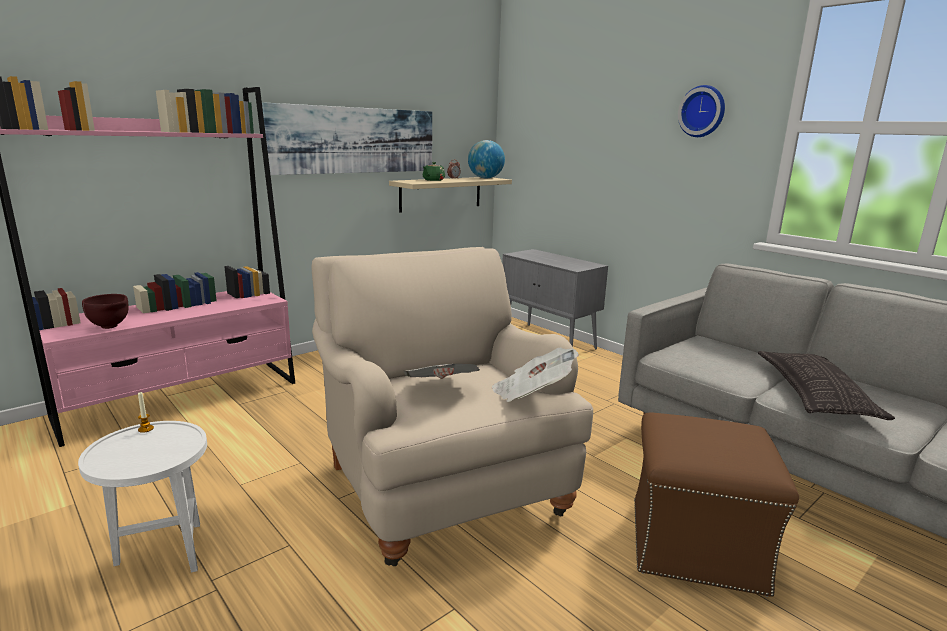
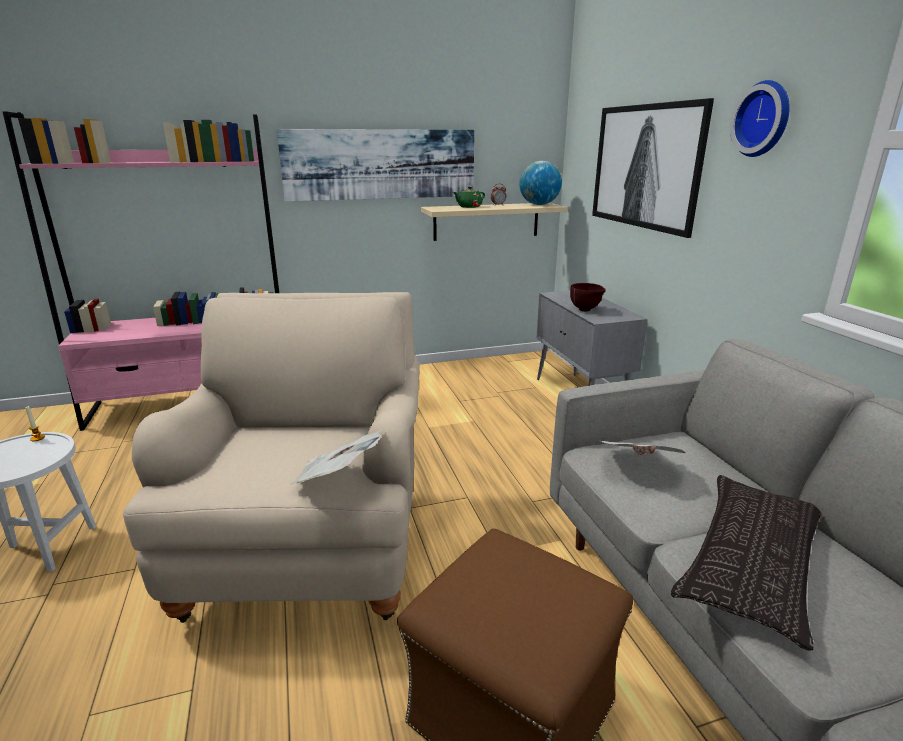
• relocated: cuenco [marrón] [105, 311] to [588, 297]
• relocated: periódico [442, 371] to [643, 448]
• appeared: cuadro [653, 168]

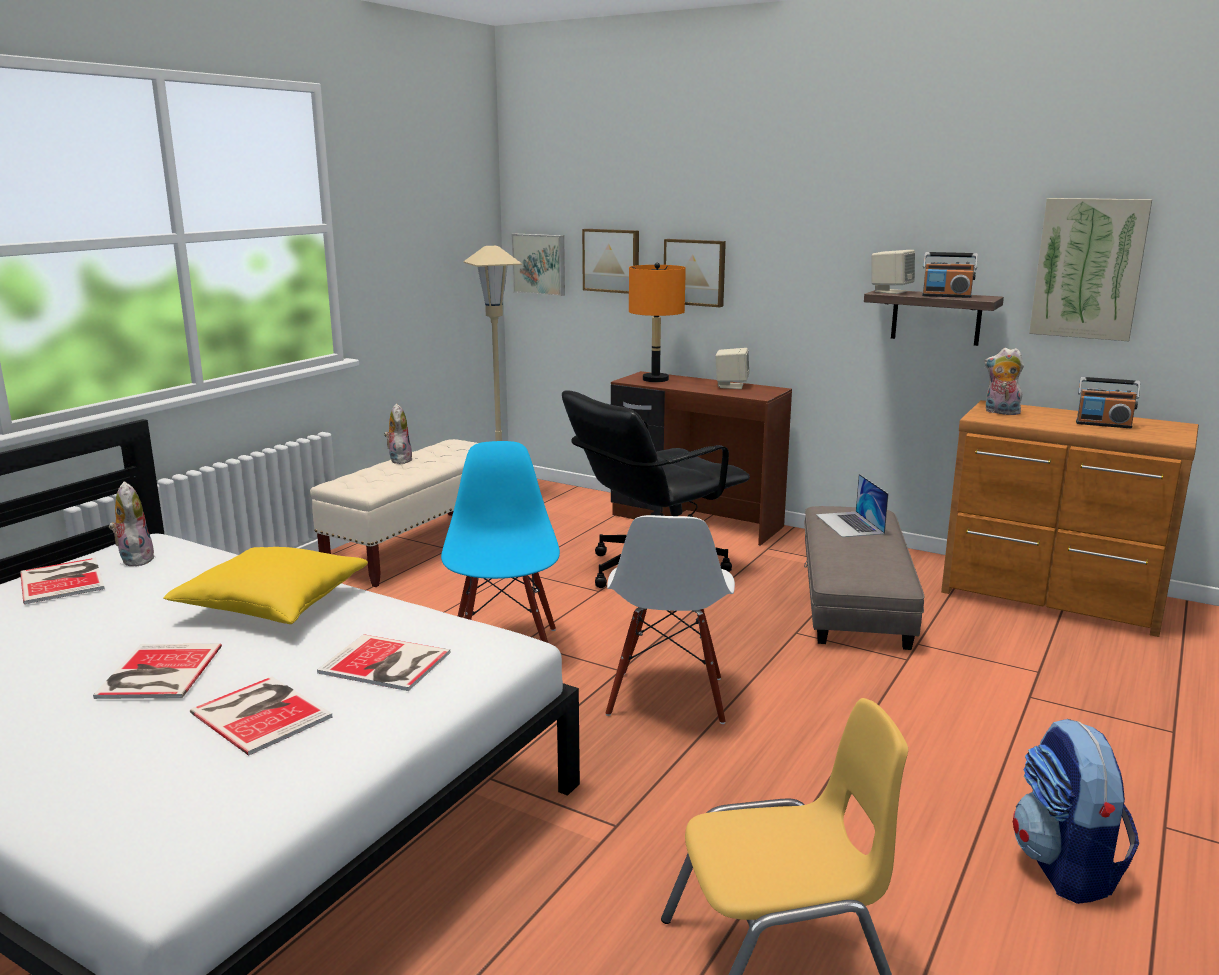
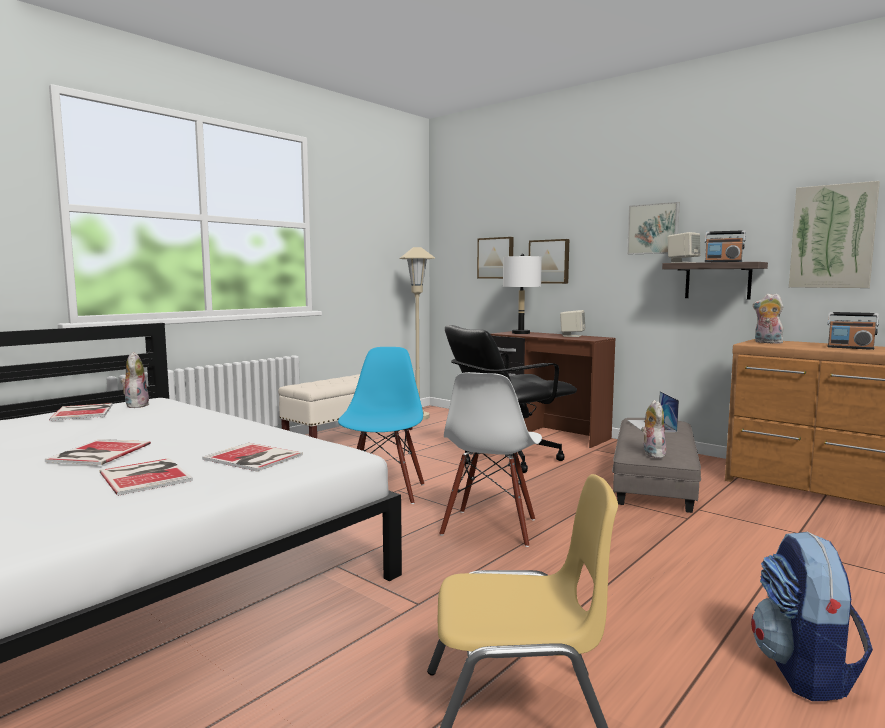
• relocated: cuadro [538, 265] to [653, 228]
• colour: lámpara de mesa [naranja] [657, 322] to lámpara de mesa [blanco] [522, 294]
• relocated: peluche [398, 433] to [654, 429]
• missing: cojín [amarillo] [265, 585]

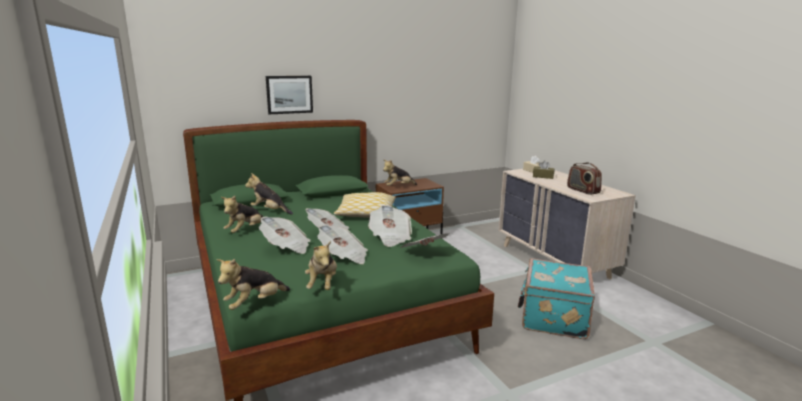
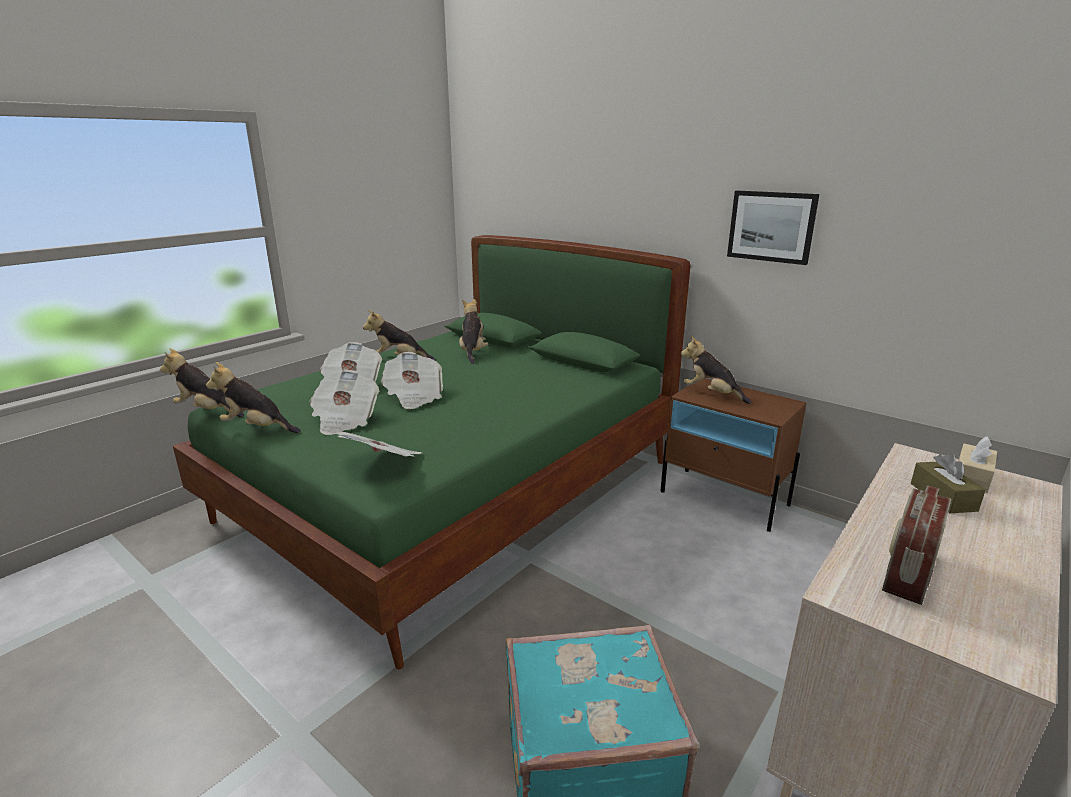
• relocated: cuadro [289, 95] to [773, 228]
• missing: cojín [365, 205]
• missing: periódico [390, 226]
• spun: peluche [321, 265] = [253, 397] 45 degrees clockwise

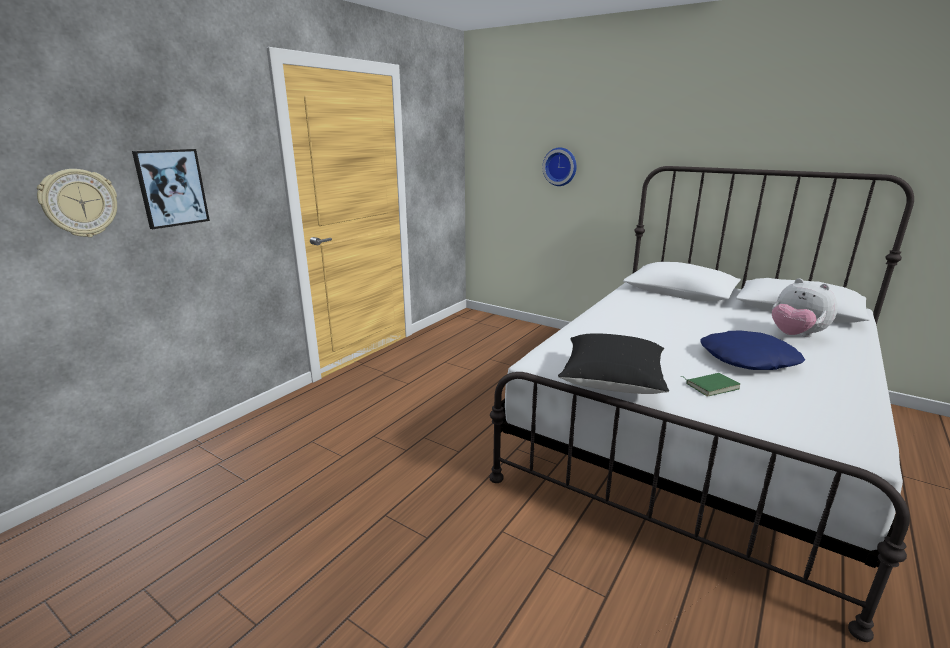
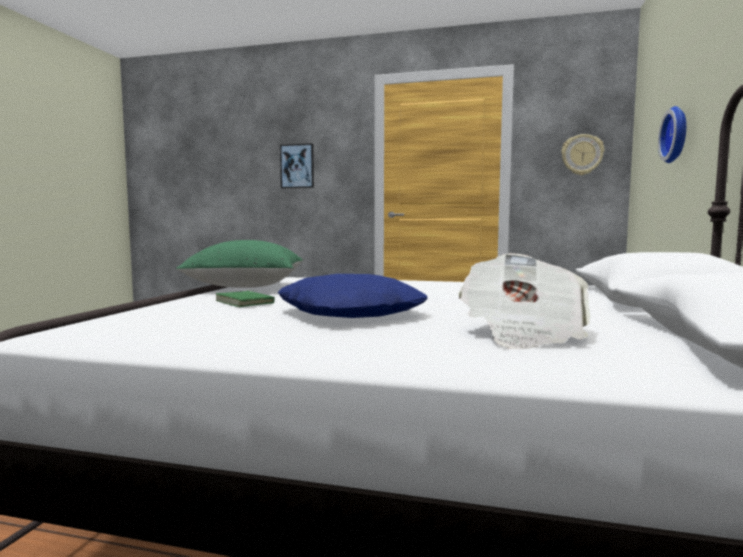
• relocated: reloj de pared [77, 203] to [582, 154]
• exchanged: peluche [805, 307] to periódico [524, 301]
• colour: cojín [negro] [613, 363] to cojín [verde] [239, 264]

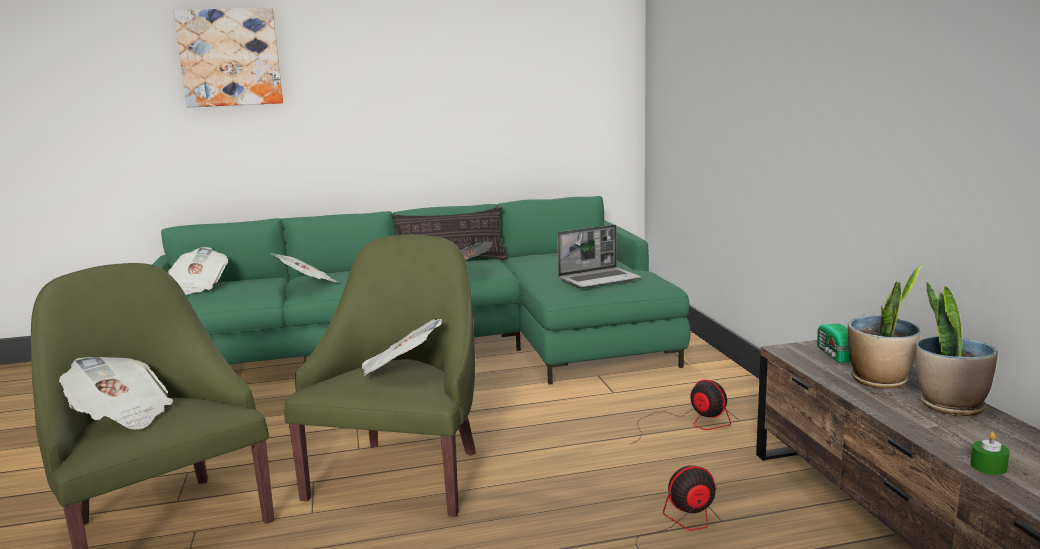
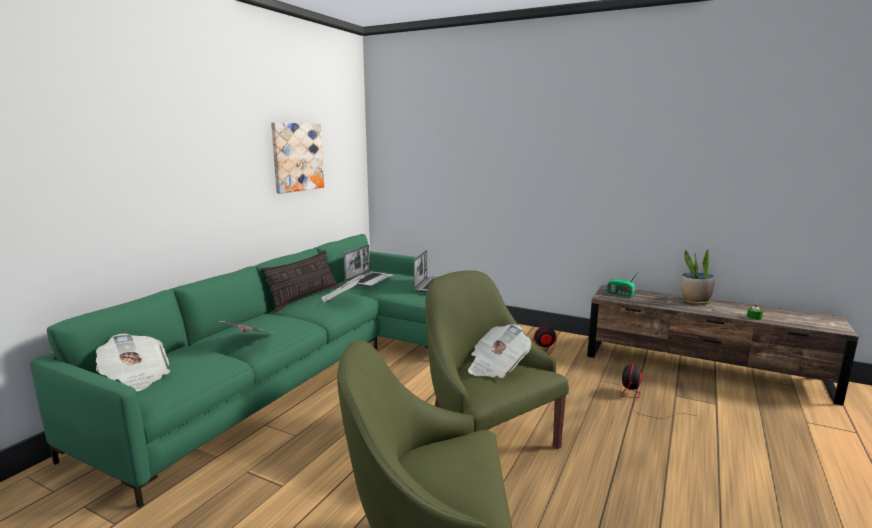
• relocated: cuadro [228, 57] to [297, 158]
• missing: planta en maceta [885, 327]
• missing: periódico [116, 393]
• appeared: portátil [369, 266]

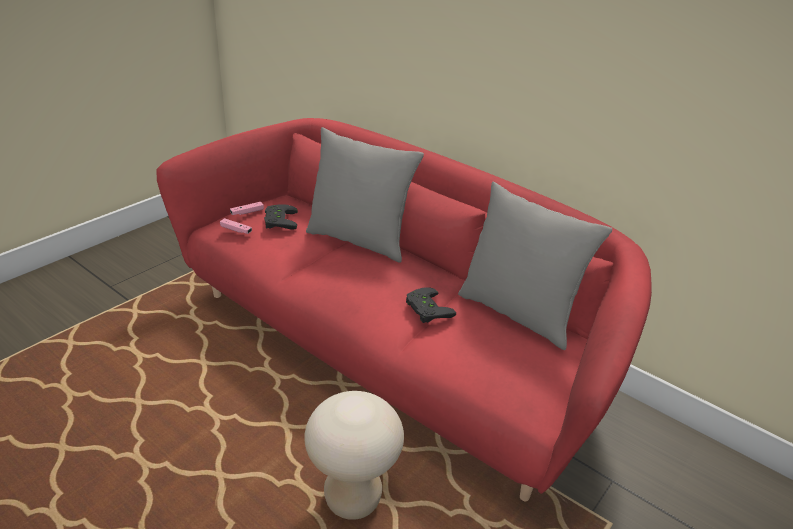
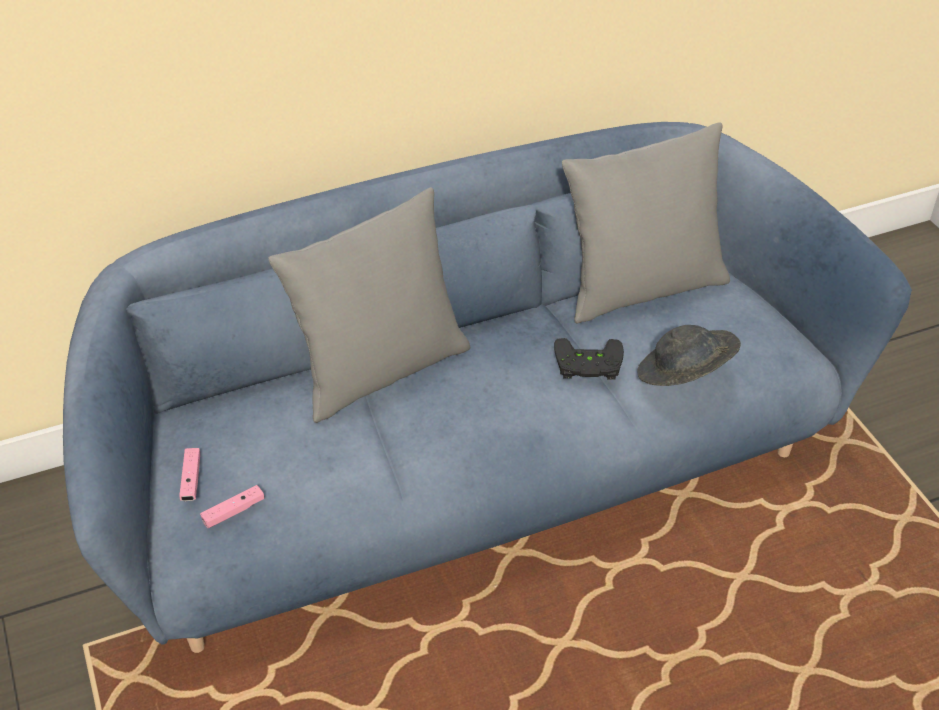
• colour: sofá [rojo] [404, 309] to sofá [azul] [487, 387]
• missing: mando de consola [negro] [281, 217]
• missing: taburete [beis] [354, 455]
• appeared: sombrero [gris] [689, 355]

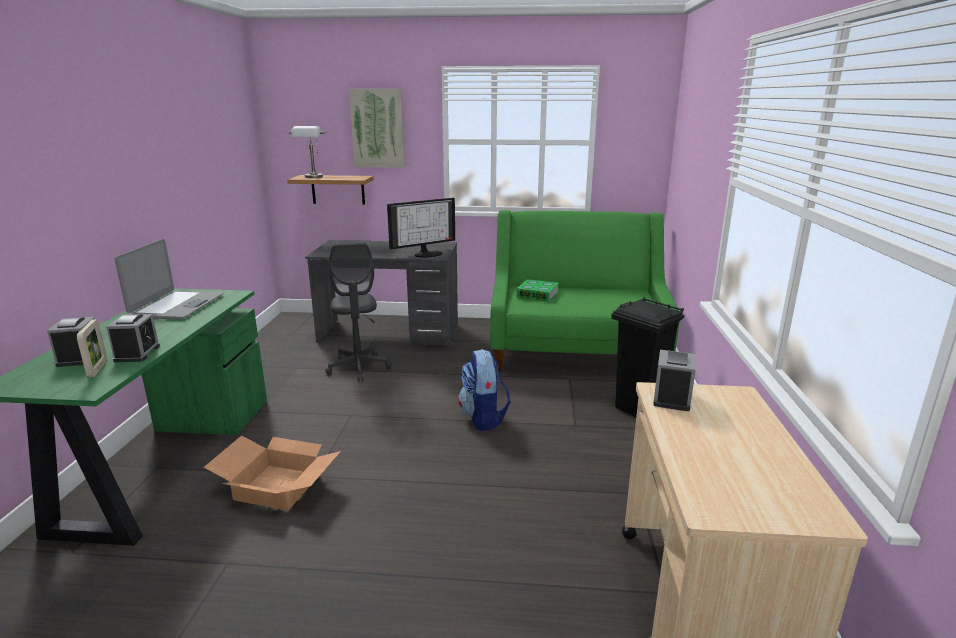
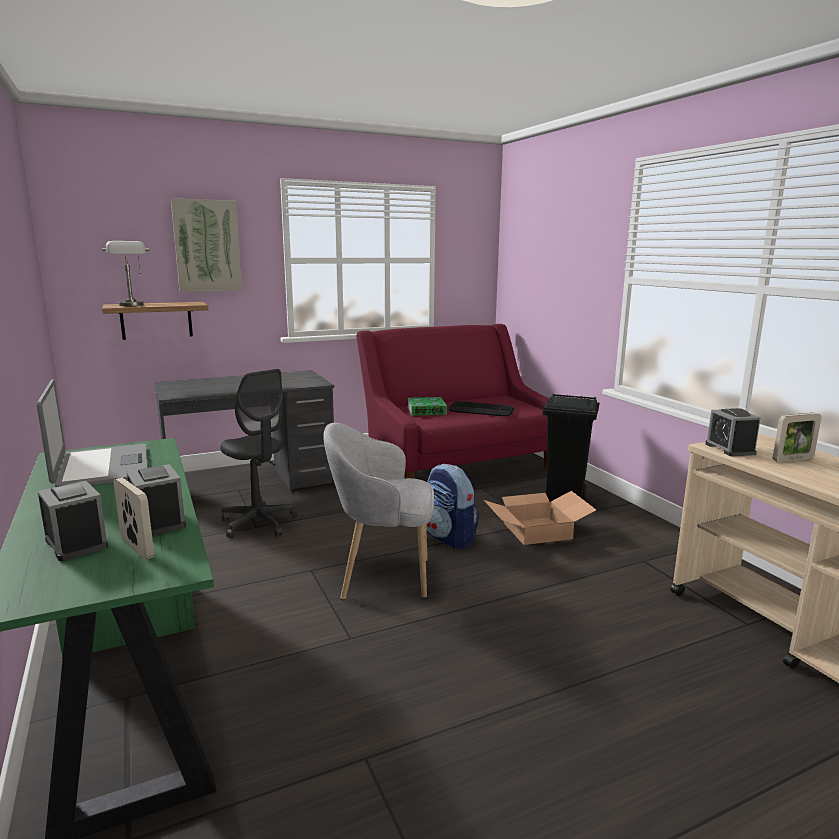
• missing: monitor [421, 228]
• colour: sofá [verde] [584, 290] to sofá [rojo] [452, 401]
• relocated: caja de cartón [272, 473] to [540, 518]
• appeared: teclado [481, 408]
• appeared: portarretratos [797, 437]
• appeared: sillón [gris] [378, 511]

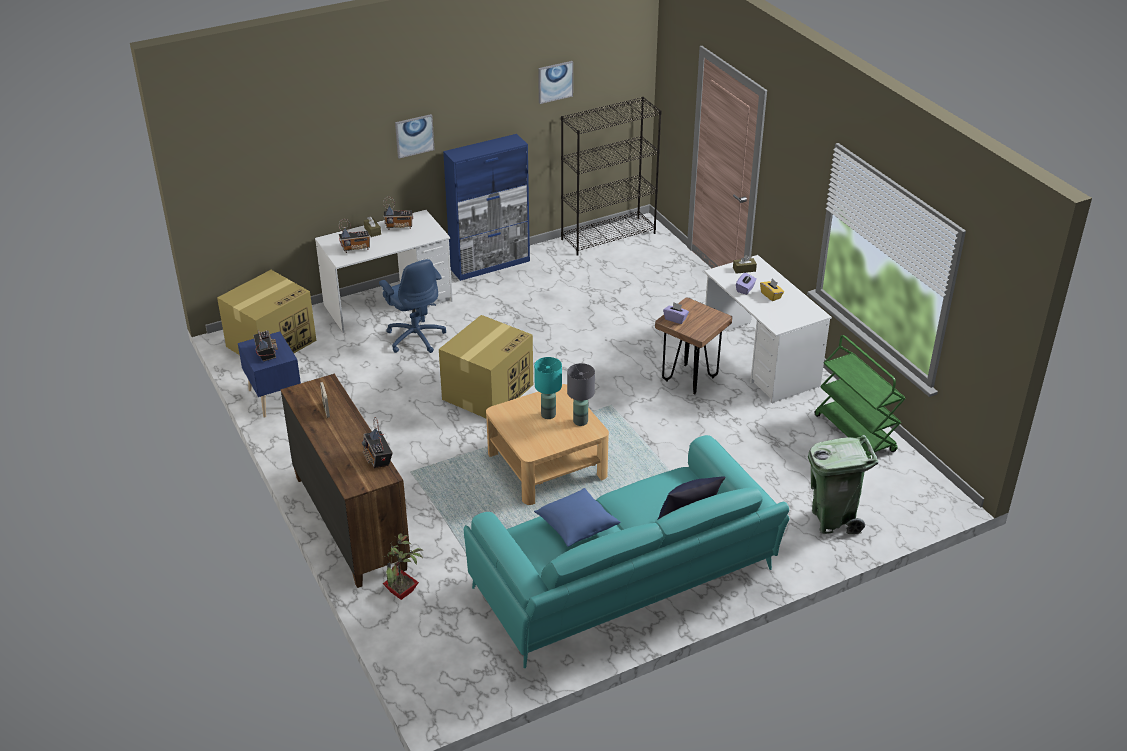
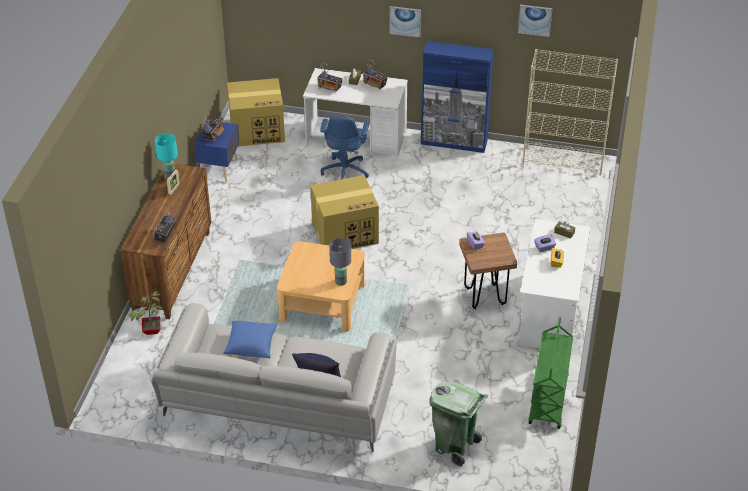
• colour: estantería [negro] [611, 176] to estantería [beis] [570, 112]
• relocated: lámpara de mesa [turquesa] [548, 388] to [166, 156]
• colour: sofá [turquesa] [627, 551] to sofá [gris] [274, 377]

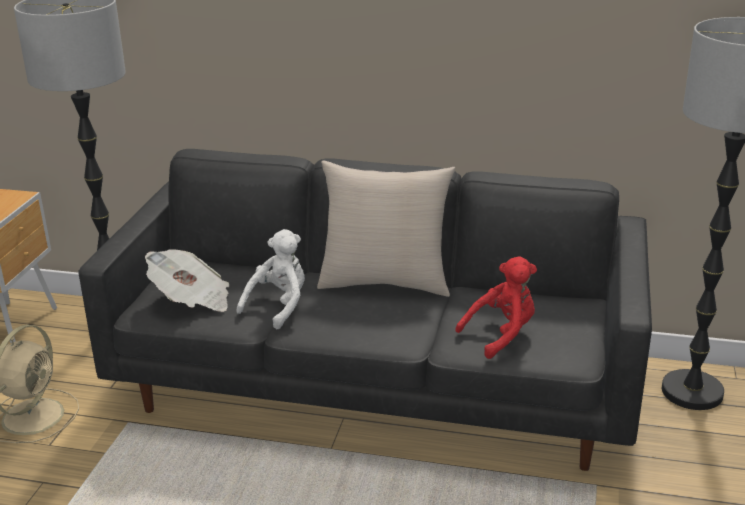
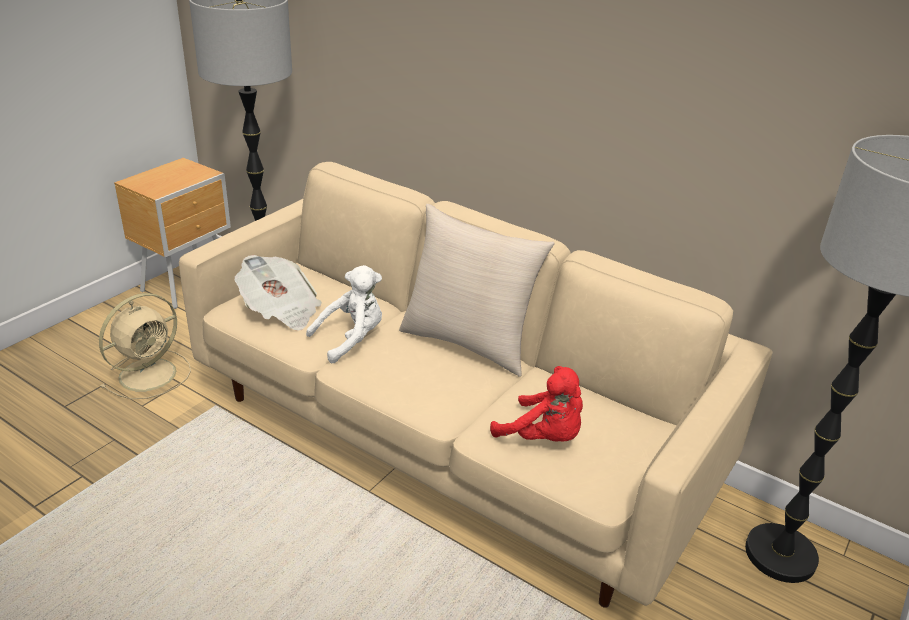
• colour: sofá [negro] [365, 310] to sofá [beis] [476, 385]
• spun: peluche [rojo] [496, 307] = [536, 403] 45 degrees clockwise

